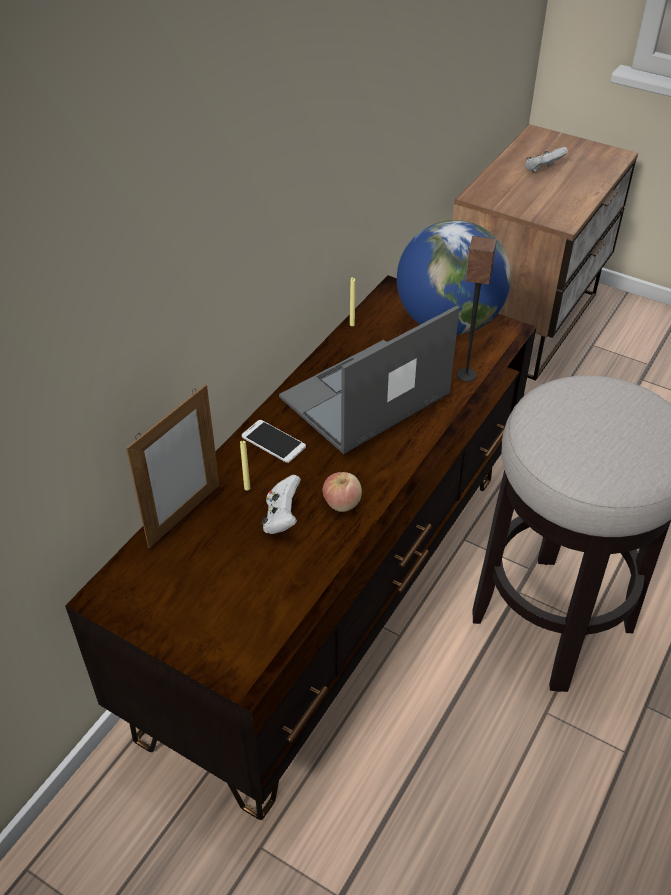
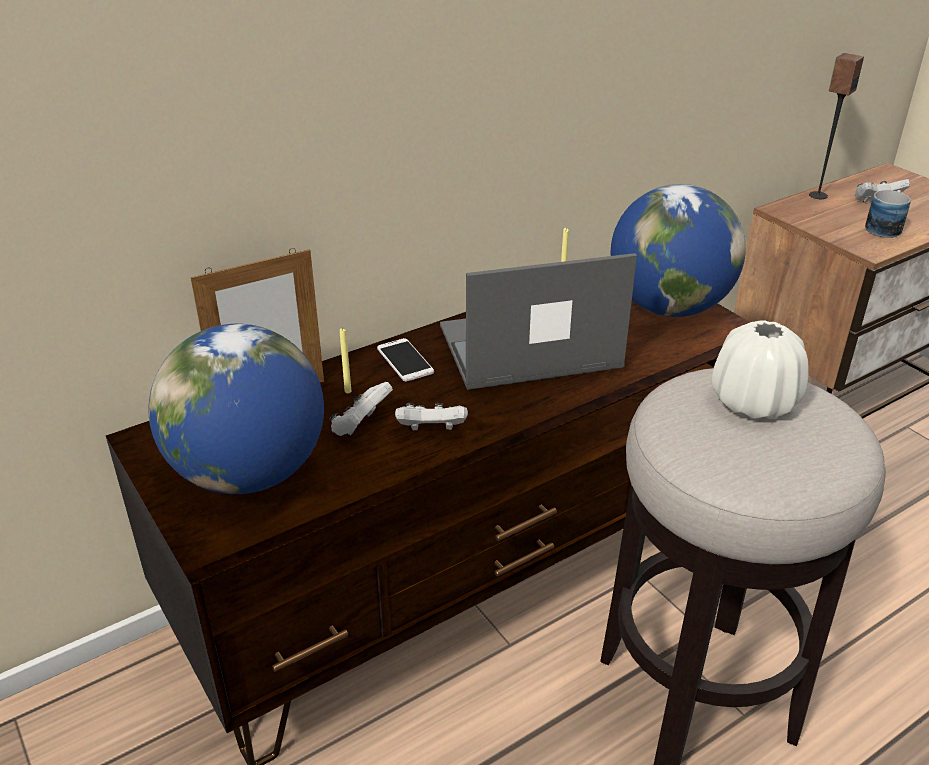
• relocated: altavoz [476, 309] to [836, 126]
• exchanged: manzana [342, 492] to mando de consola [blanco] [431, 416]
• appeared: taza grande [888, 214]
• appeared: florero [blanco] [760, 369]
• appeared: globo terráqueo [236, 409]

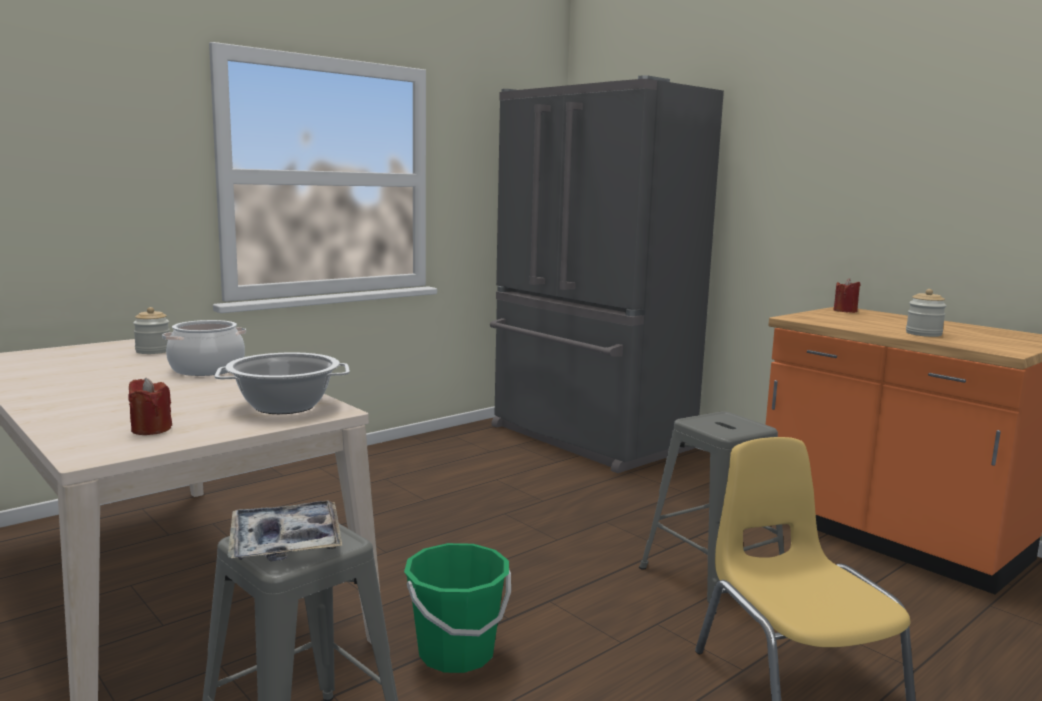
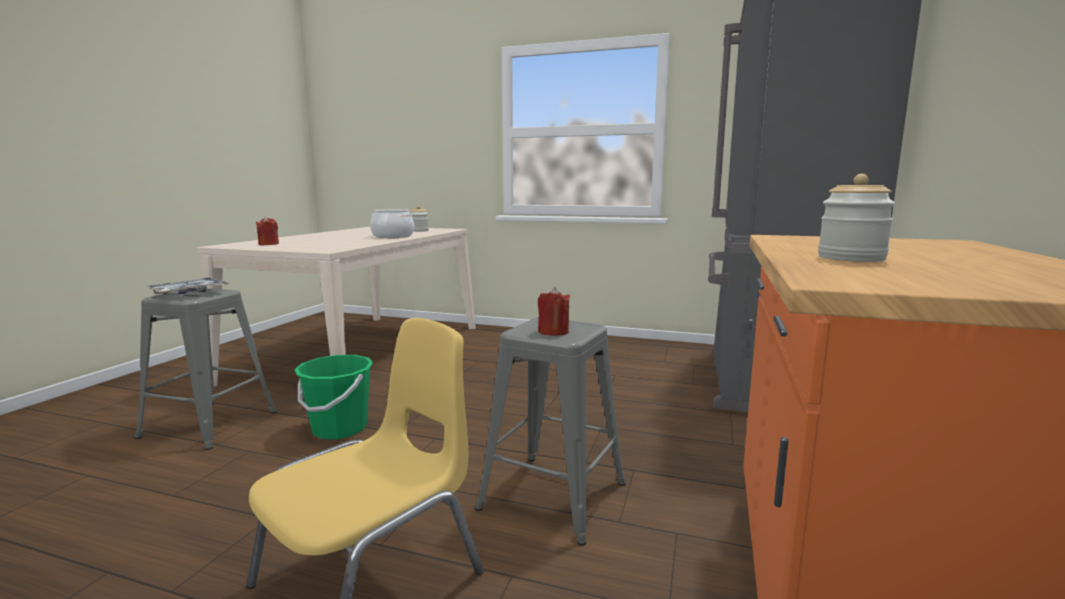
• relocated: vela [rojo] [847, 295] to [554, 311]
• missing: olla [282, 383]

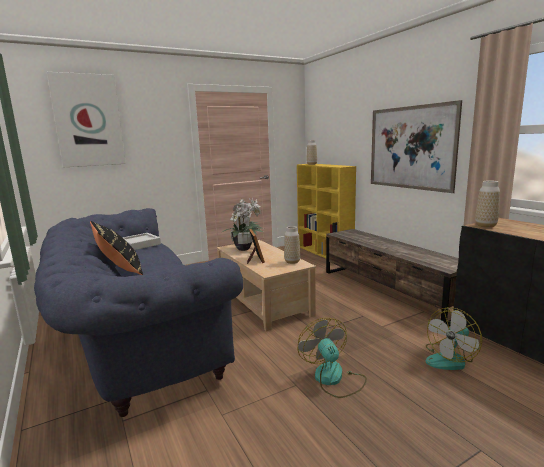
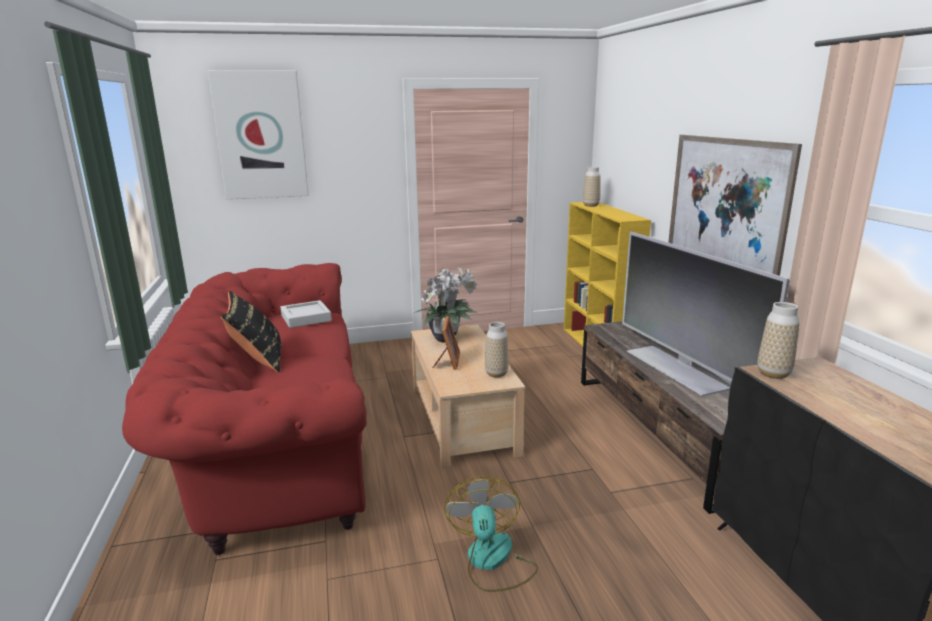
• colour: sofá [azul] [138, 312] to sofá [rojo] [244, 409]
• missing: ventilador [454, 338]
• appeared: televisor [706, 314]

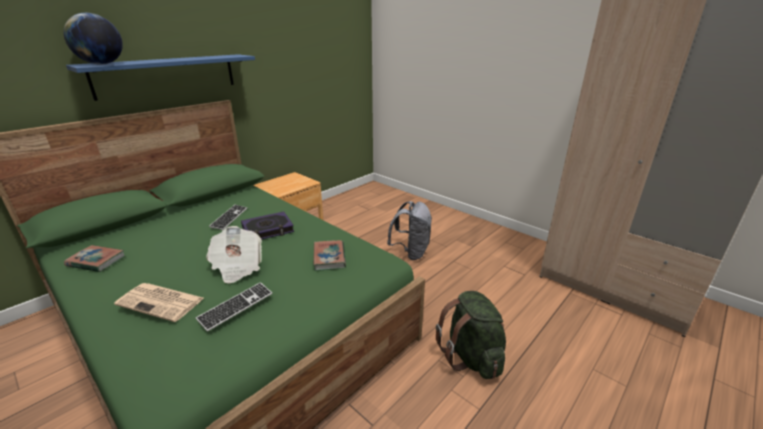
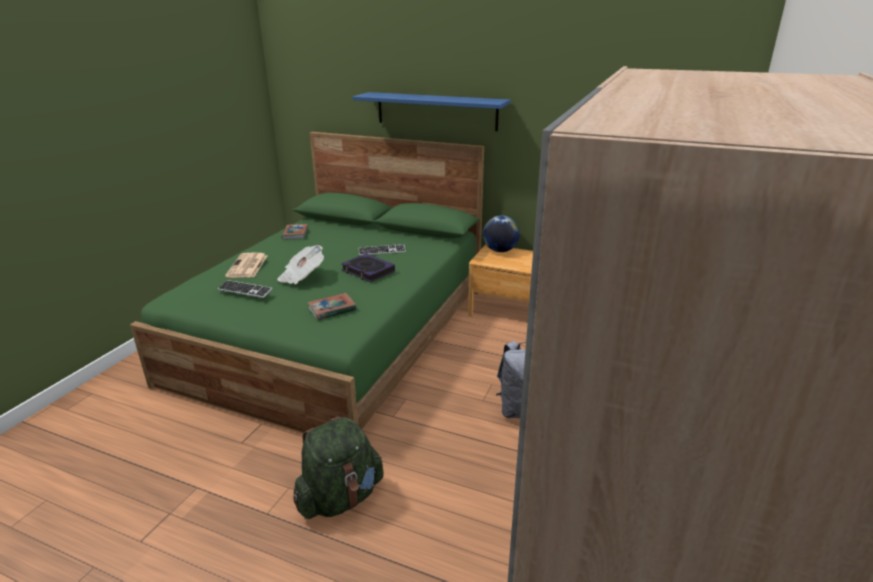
• relocated: globo terráqueo [93, 39] to [501, 233]

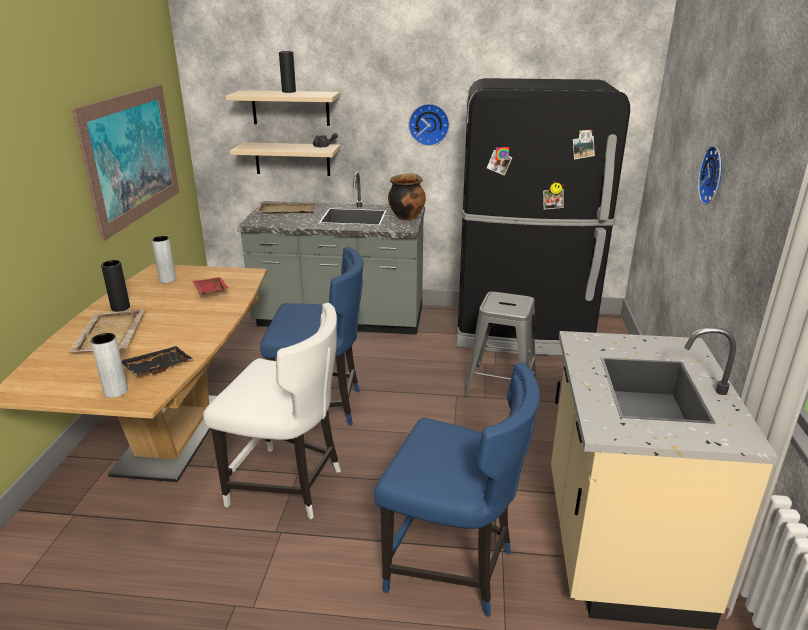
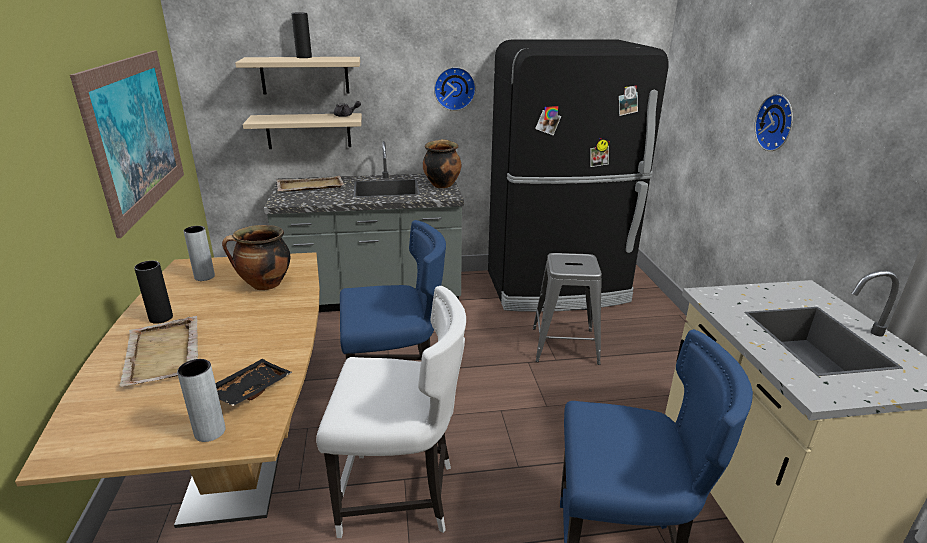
• exchanged: bandeja [rojo] [211, 285] to olla [256, 257]

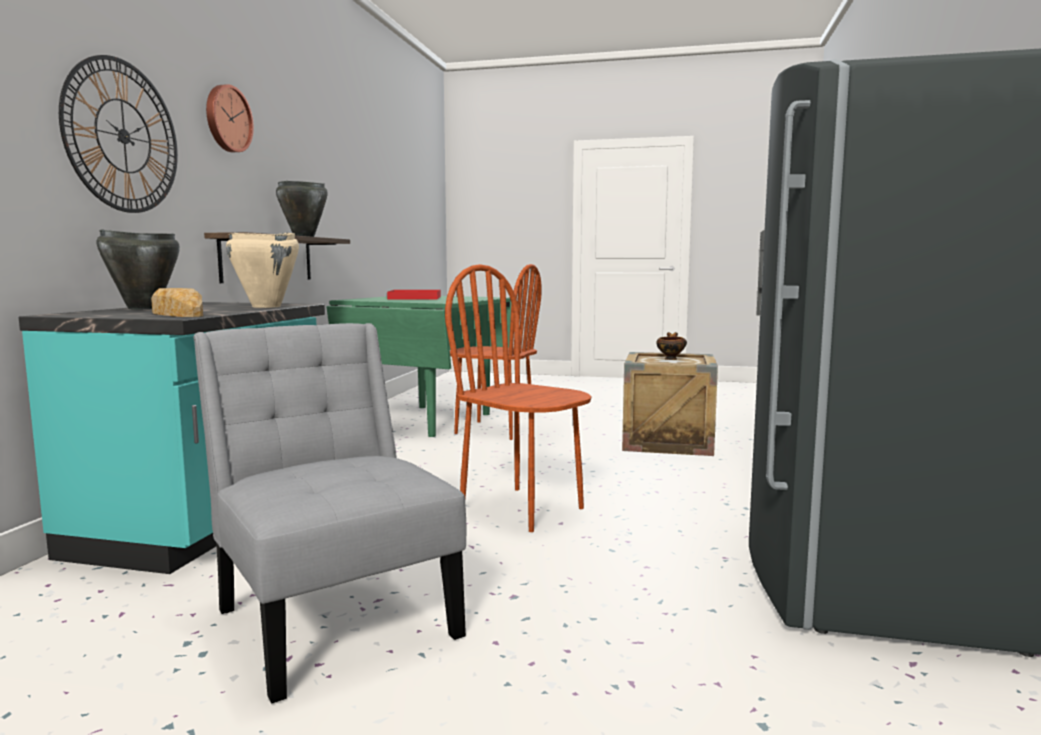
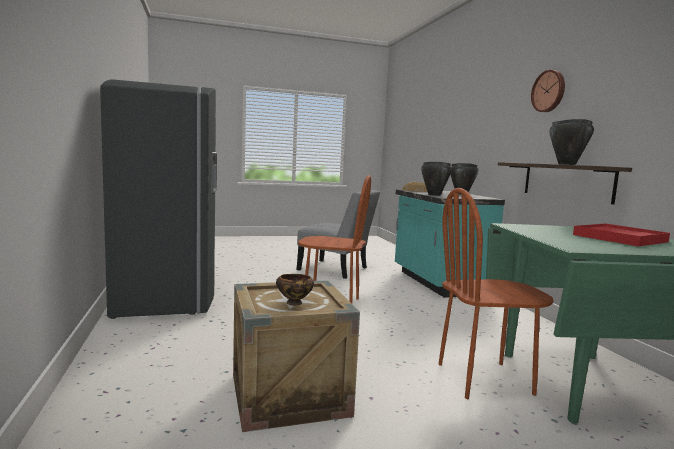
• missing: reloj de pared [118, 134]
• colour: olla [beis] [262, 270] to olla [negro] [436, 179]

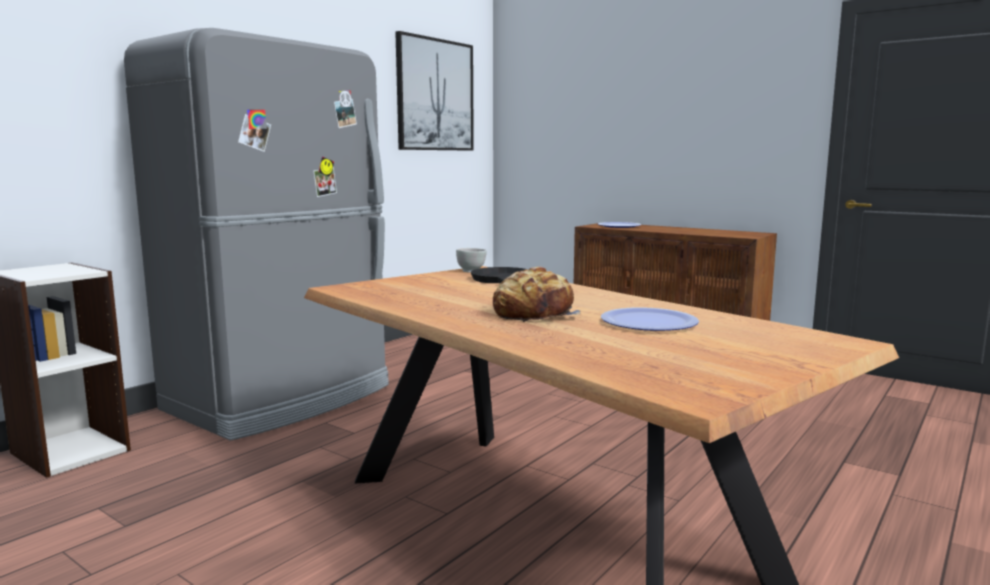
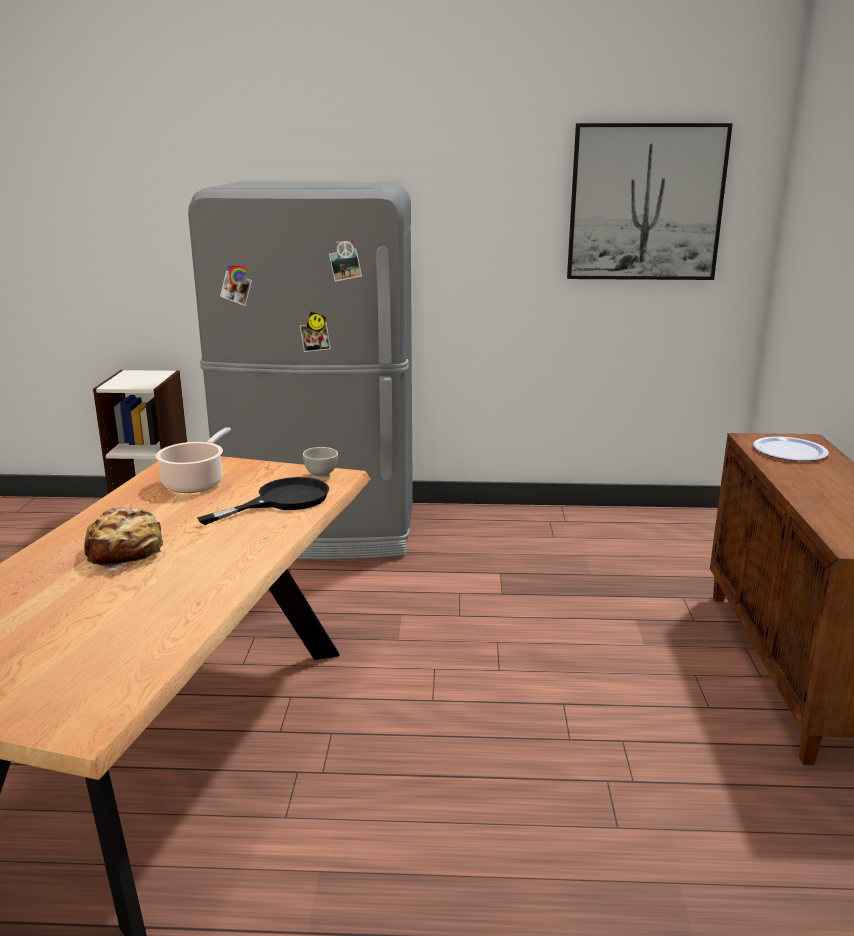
• missing: plato [650, 319]
• appeared: olla [193, 460]

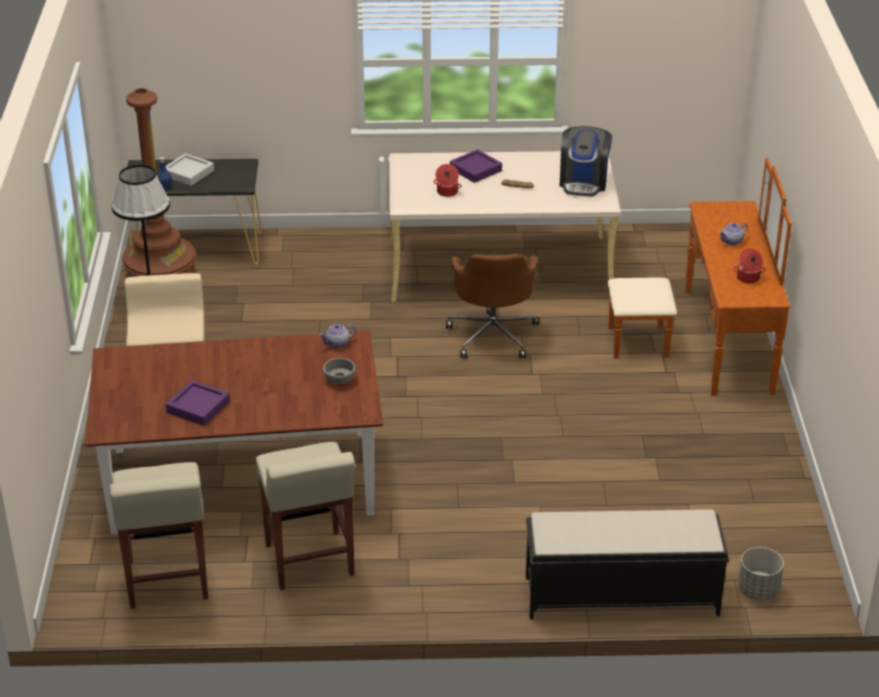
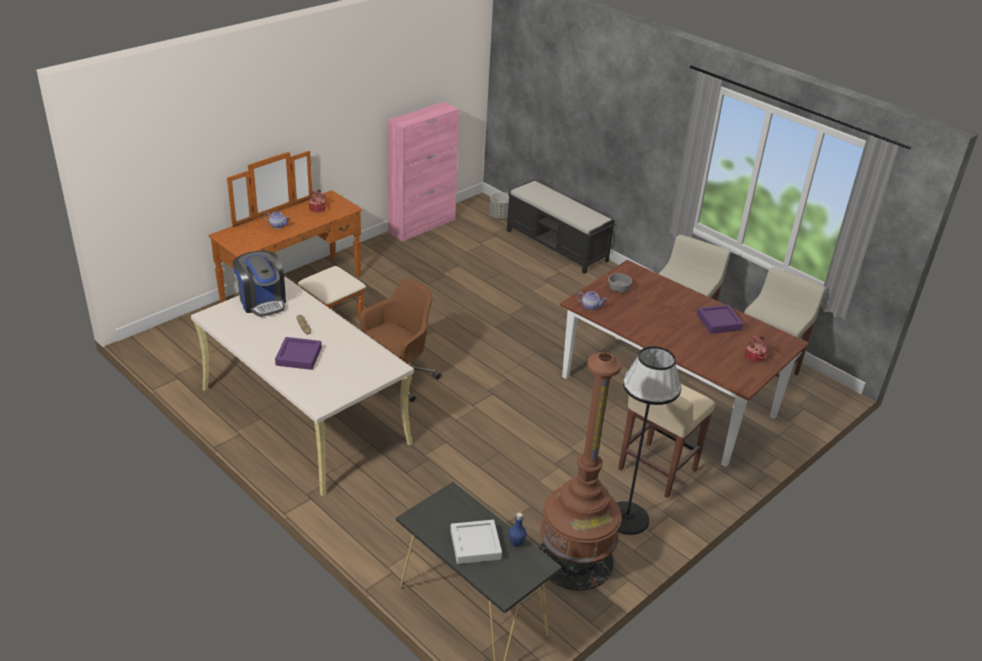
• spun: cafetera [586, 161] = [259, 284] 90 degrees clockwise
• relocated: olla [447, 180] to [757, 348]
• appeared: armario [rosa] [423, 172]

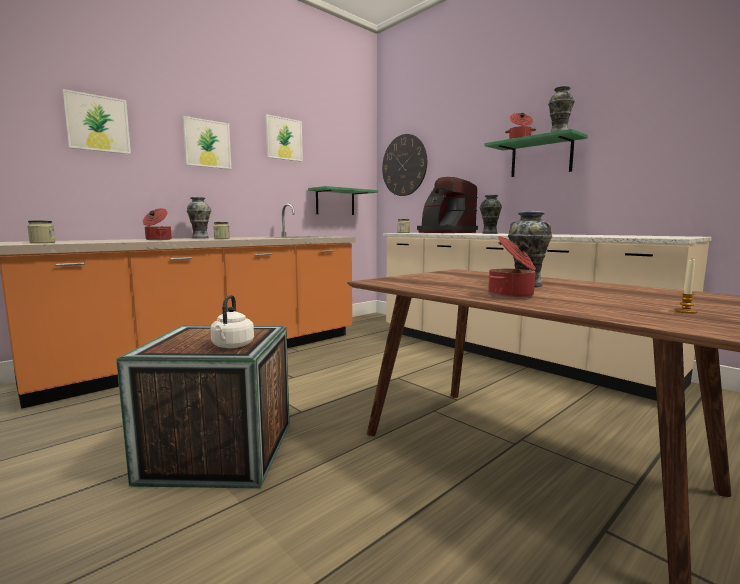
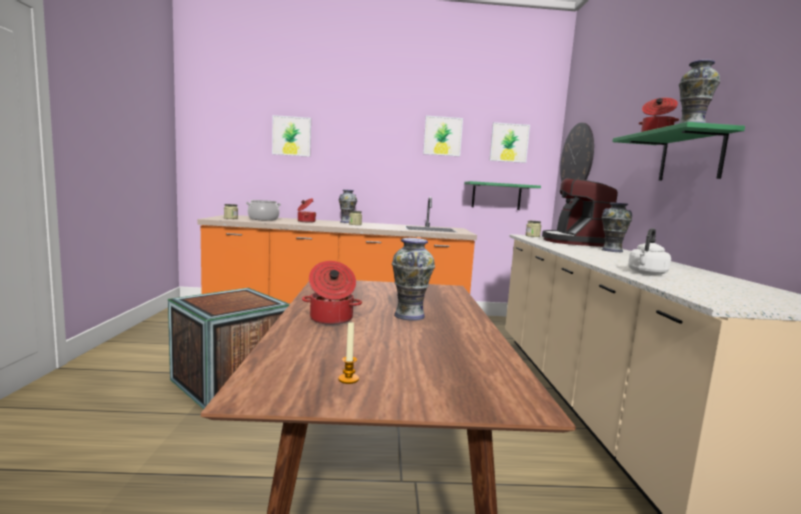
• relocated: cuadro [207, 142] to [509, 142]
• relocated: hervidor [blanco] [232, 321] to [649, 251]
• appeared: olla [263, 210]

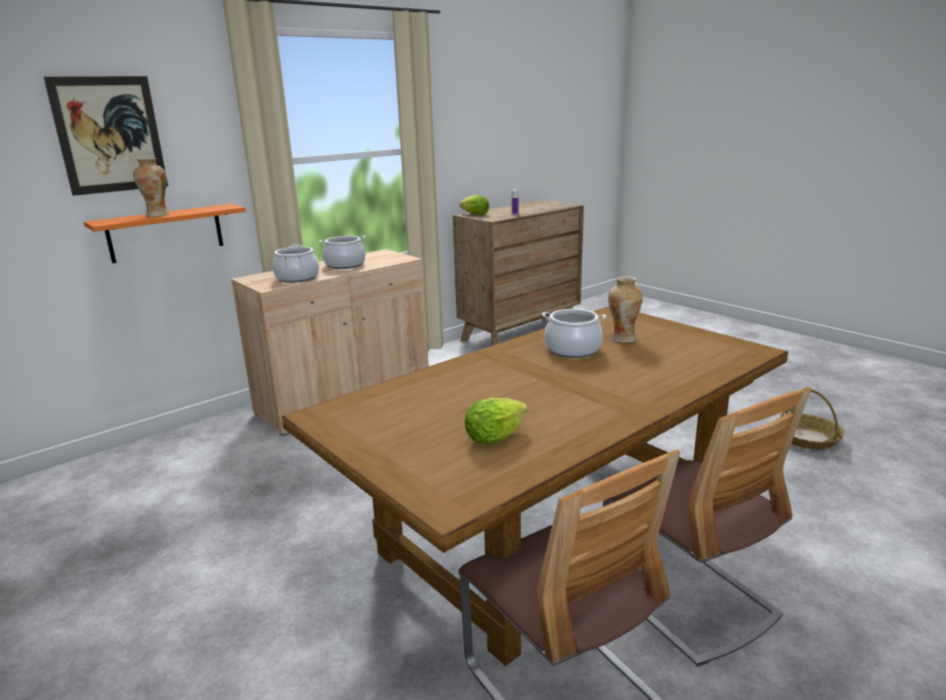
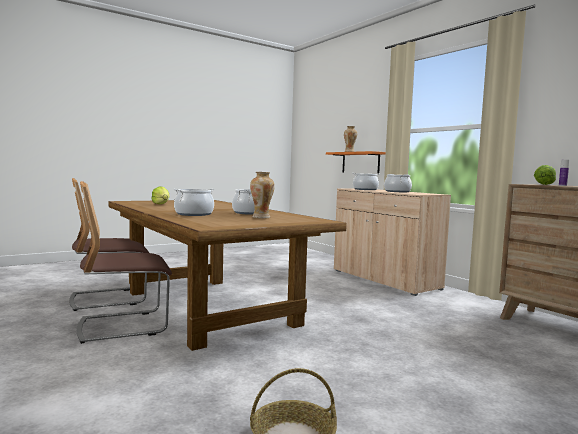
• missing: cuadro [106, 136]
• appeared: olla [194, 202]

